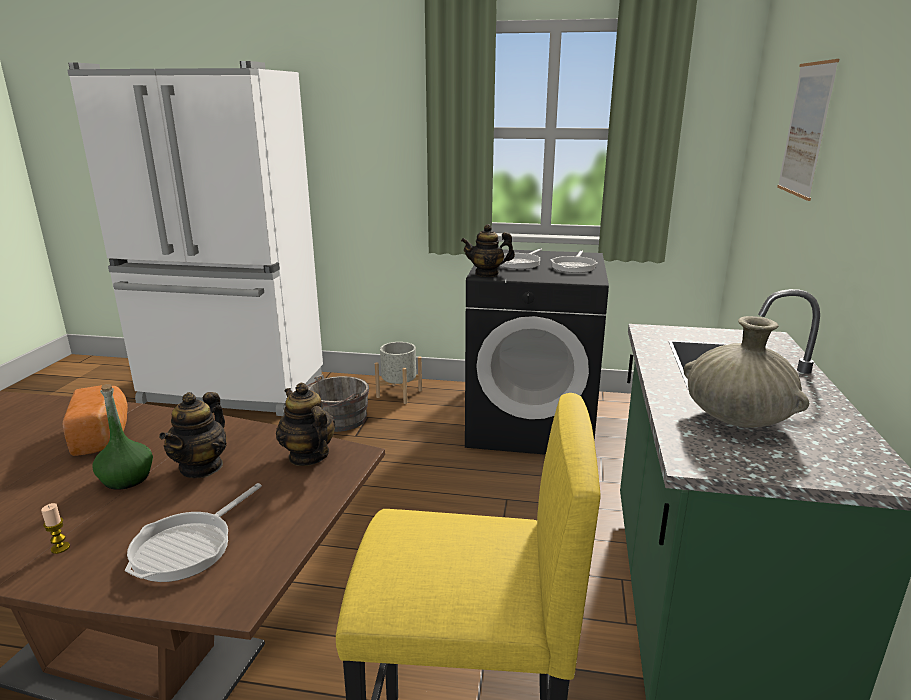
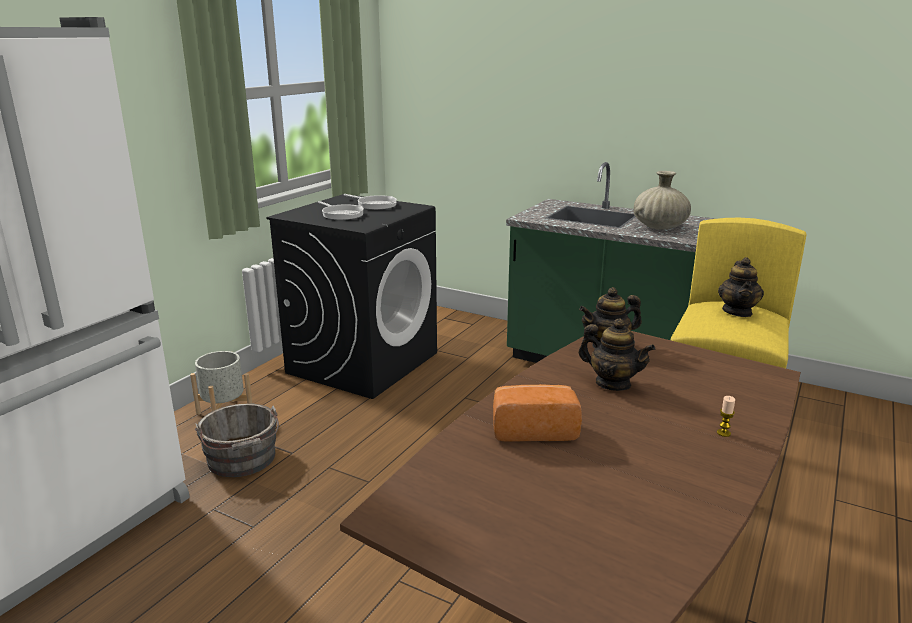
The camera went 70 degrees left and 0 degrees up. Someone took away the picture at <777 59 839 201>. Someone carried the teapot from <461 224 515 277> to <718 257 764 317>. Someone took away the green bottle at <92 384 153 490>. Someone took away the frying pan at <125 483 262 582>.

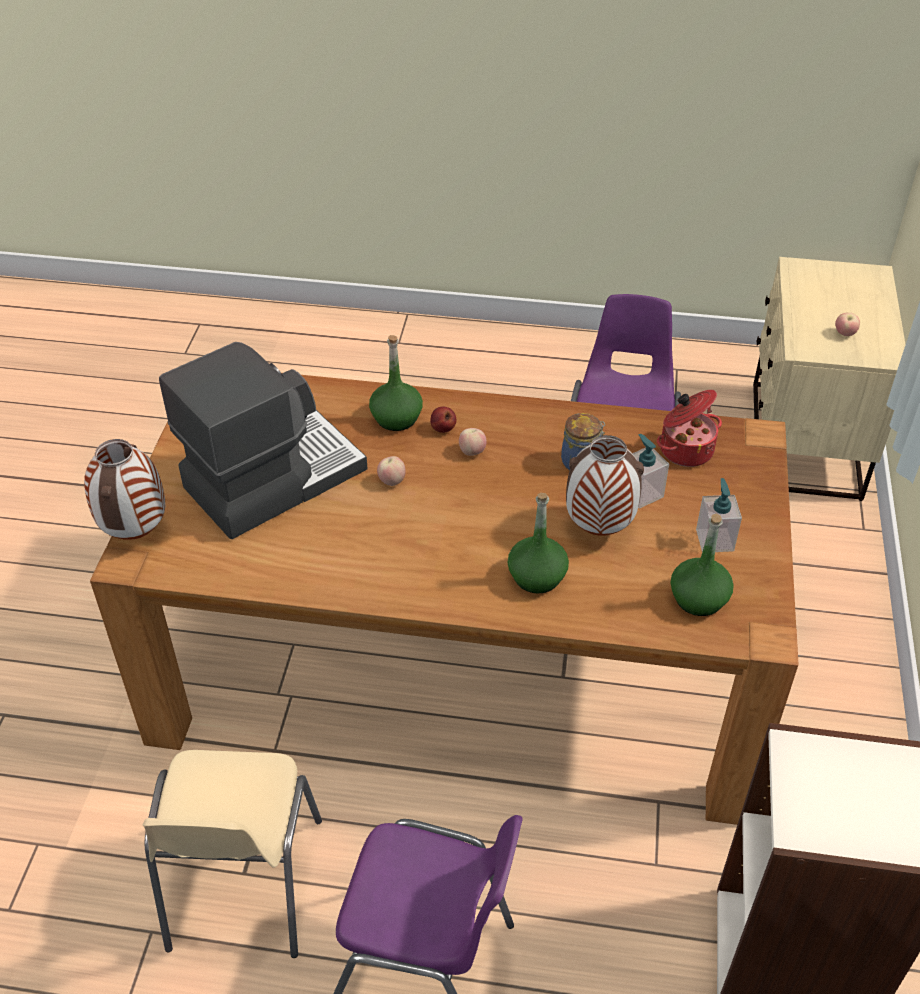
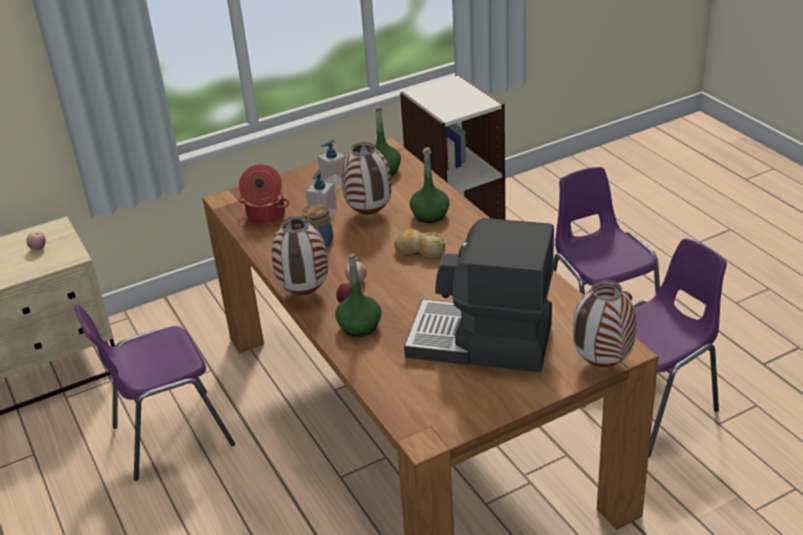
The camera went 125 degrees left and 10 degrees down. Someone took away the apple at <377 456 406 486>. Someone repainted the beige chair at <143 750 322 958>, which became the purple chair at <584 238 727 458>. Someone put down the vase at <272 216 328 295>. Someone put down the bread at <394 229 446 259>.

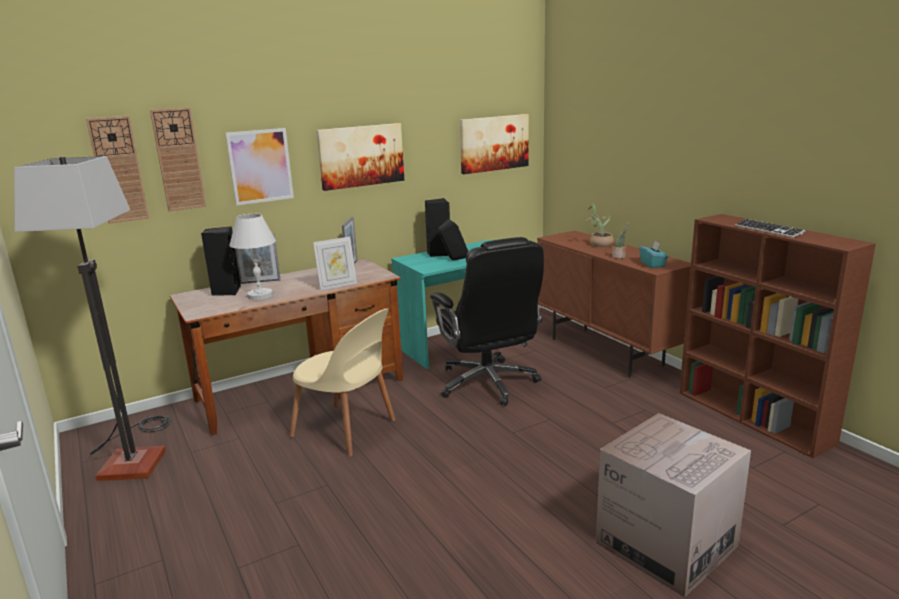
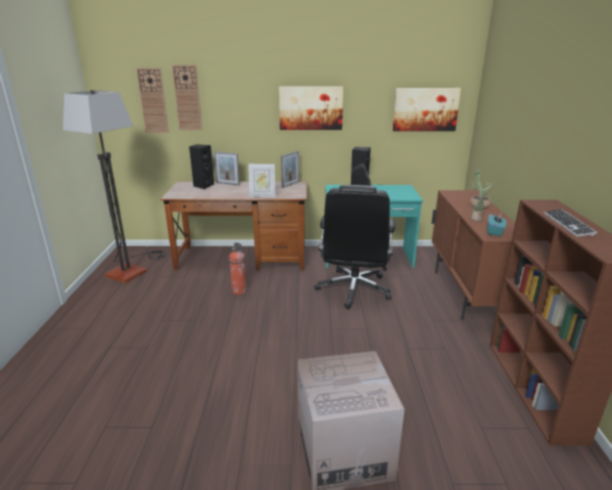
The camera went 30 degrees right and 5 degrees up. Someone took away the picture at <225 128 294 206>. Someone took away the white table lamp at <229 213 276 300>. Someone swapped the beige chair at <289 308 396 457> for the fire extinguisher at <229 243 247 295>.

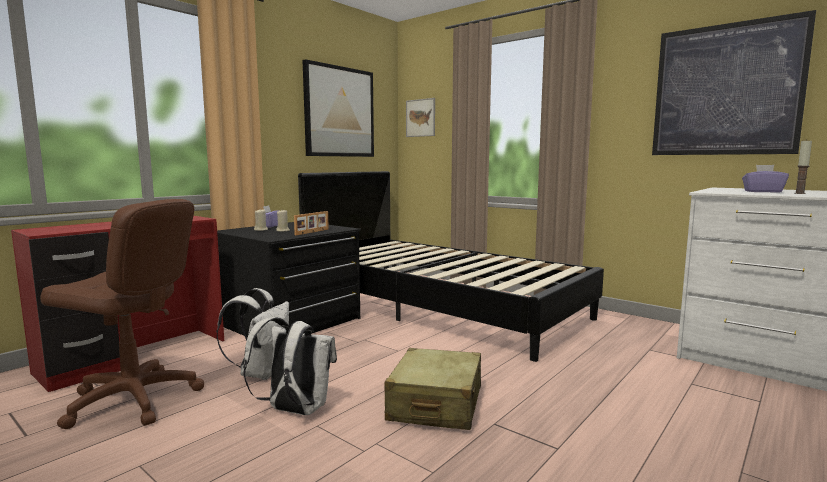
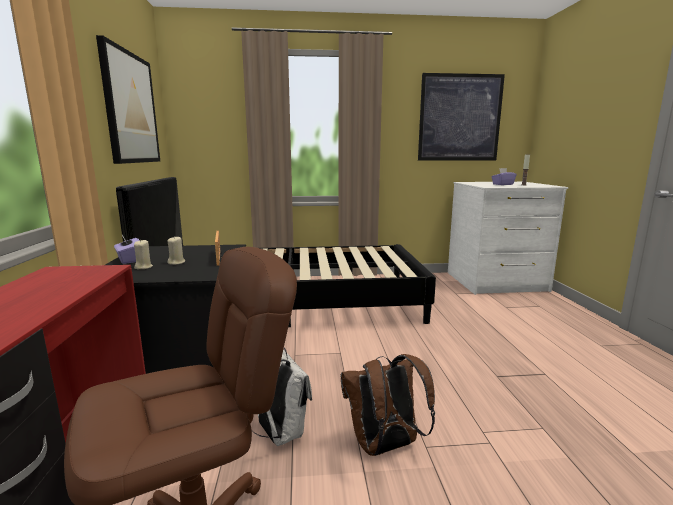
The camera went 45 degrees left and 5 degrees up. Someone took away the picture at <406 98 435 137>. Someone repainted the white backpack at <243 317 337 415>, which became the brown backpack at <341 354 435 456>. Someone took away the beige suitcase at <384 348 481 430>.

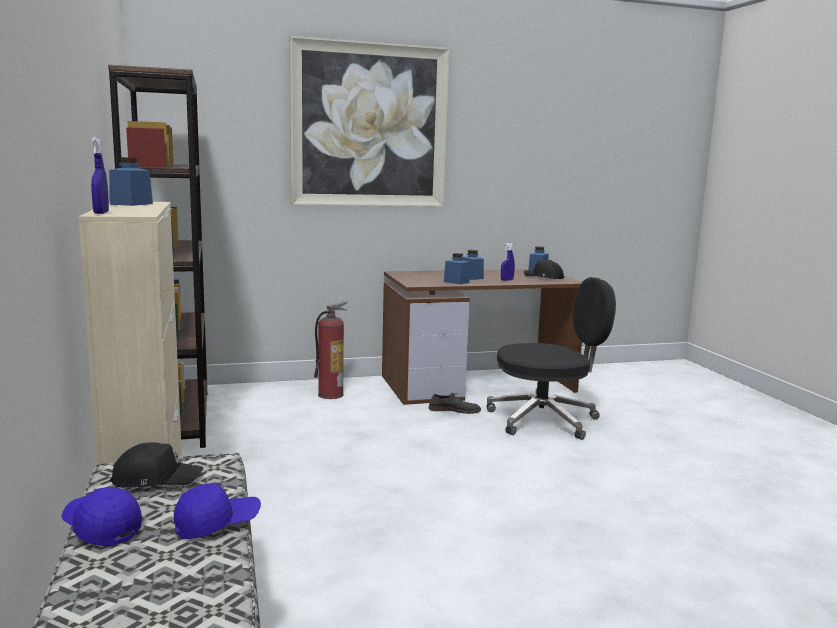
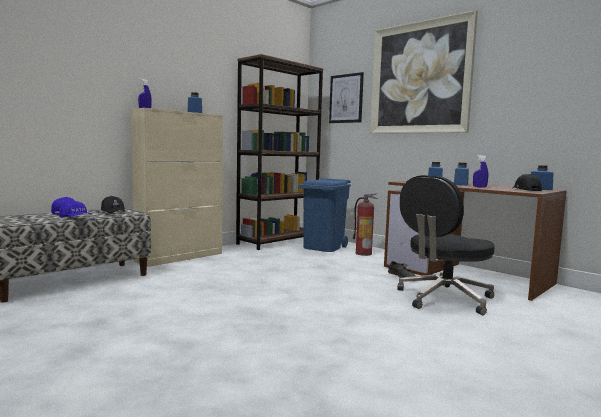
The camera went 60 degrees right and 5 degrees down. Someone rotated the black office chair at <487 277 616 440> by 90 degrees clockwise. Someone put up the picture at <329 72 364 123>. Someone put down the blue trash can at <298 178 351 252>.

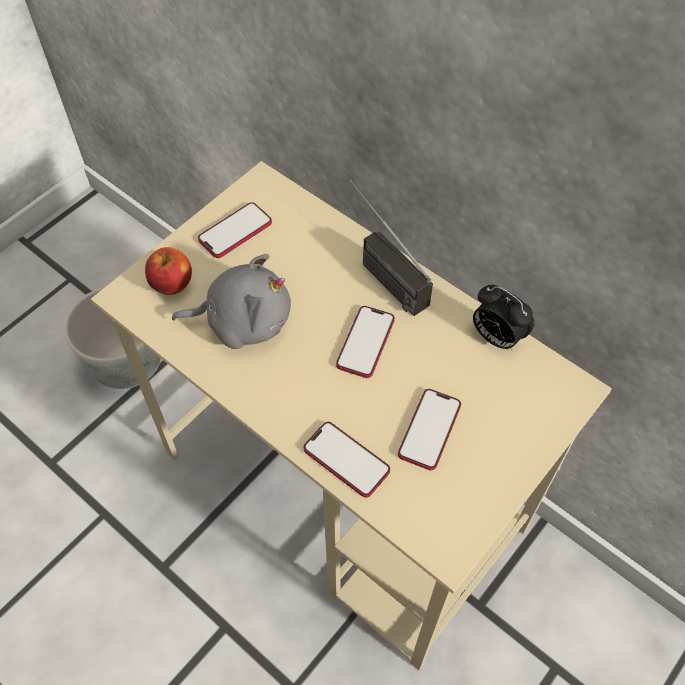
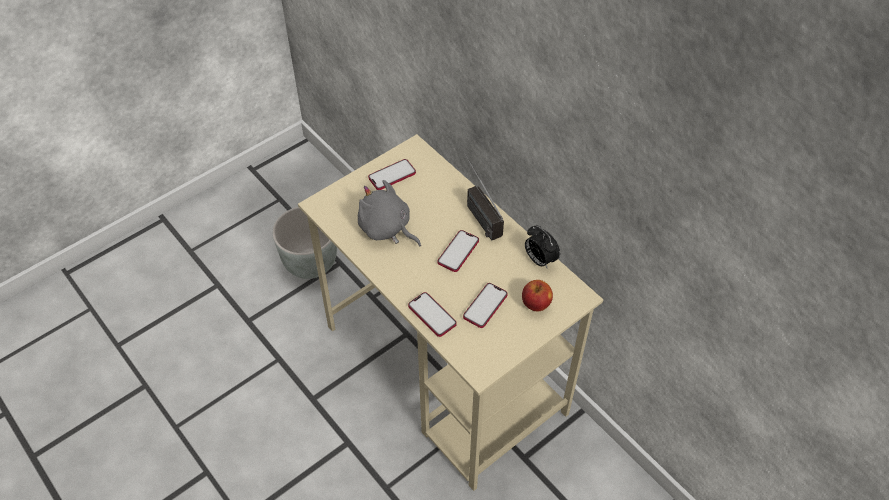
The camera went 10 degrees right and 5 degrees down. Someone carried the apple from <145 247 192 295> to <522 280 553 311>. Someone rotated the grey plush toy at <172 254 291 349> by 150 degrees counterclockwise.

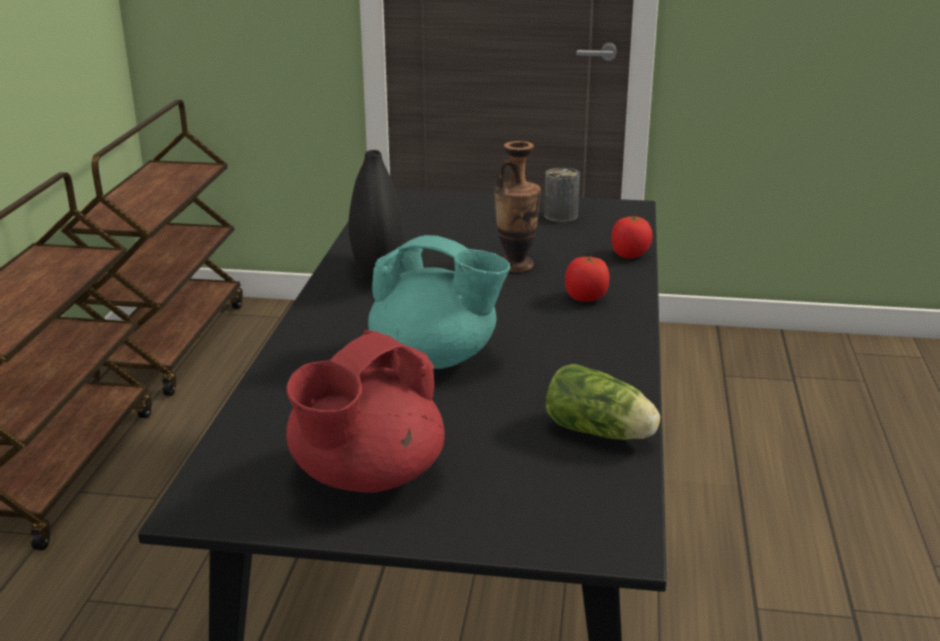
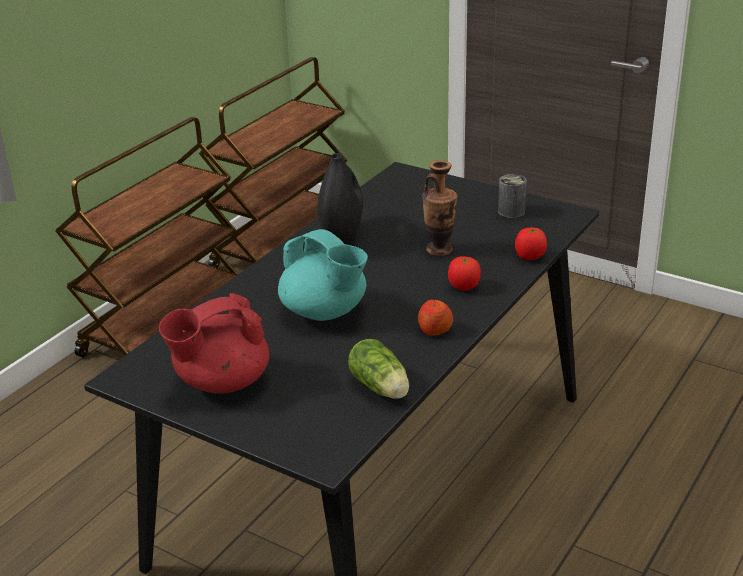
The camera went 25 degrees right and 5 degrees up. Someone put down the apple at <418 300 453 336>.

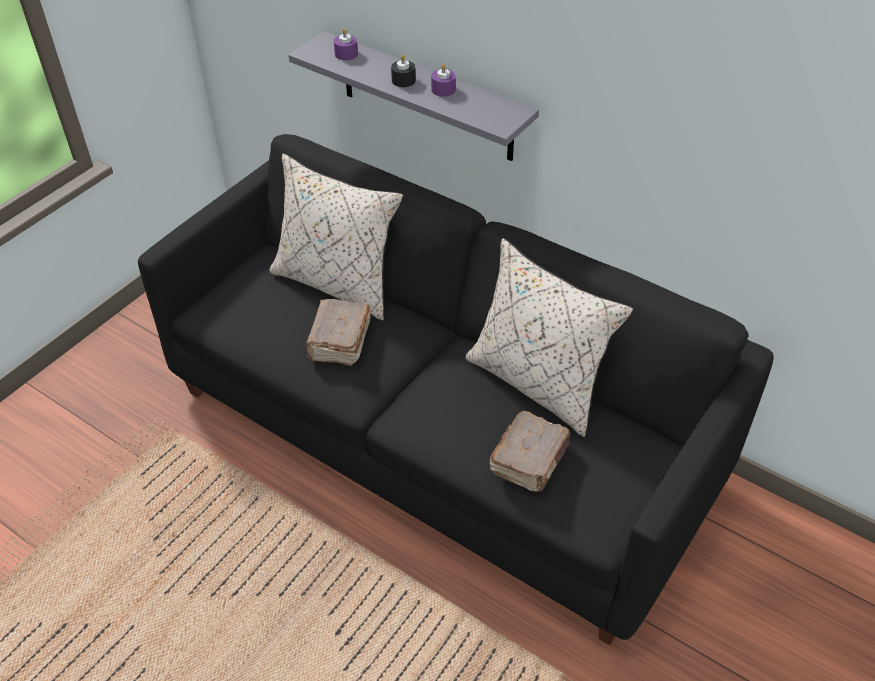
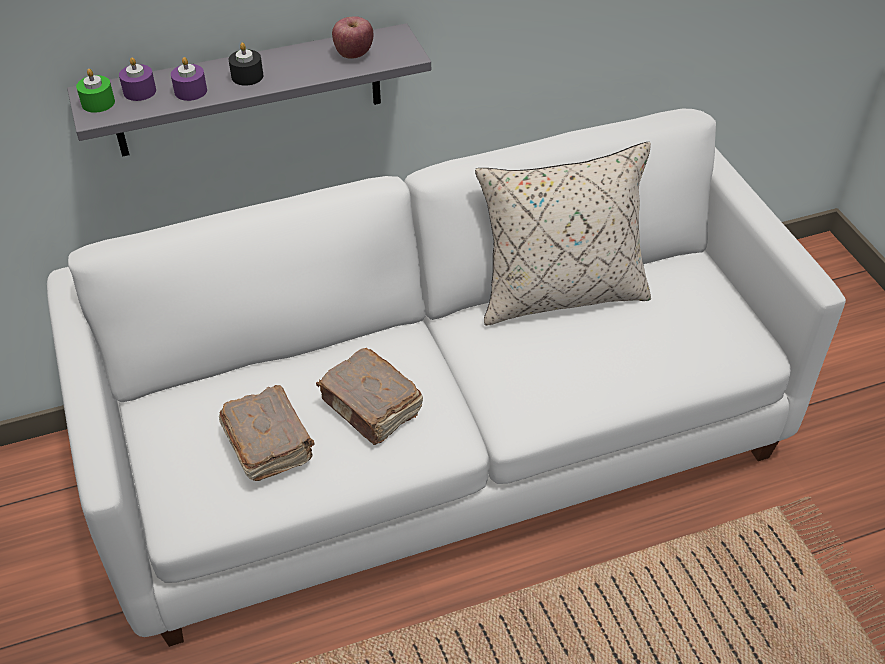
The camera went 55 degrees left and 0 degrees up. Someone carried the purple candle from <431 64 456 97> to <171 57 207 101>. Someone repainted the black sofa at <138 134 774 645>, which became the white sofa at <47 109 846 647>. Someone took away the beige pillow at <270 153 403 321>. Someone carried the brown book from <490 411 570 492> to <219 385 315 481>. Someone put down the apple at <332 16 373 59>. Someone put down the green candle at <76 69 115 113>.

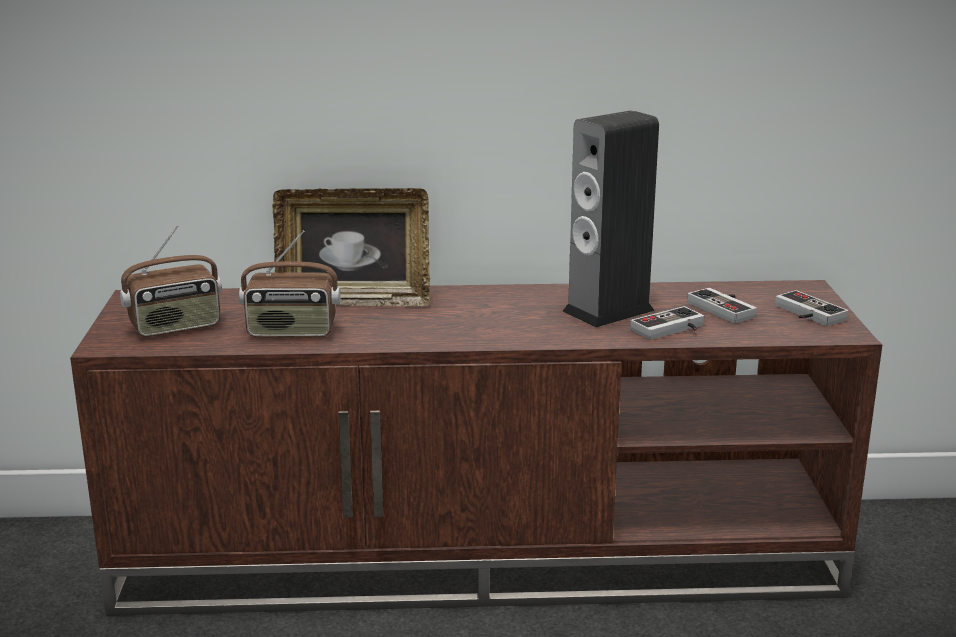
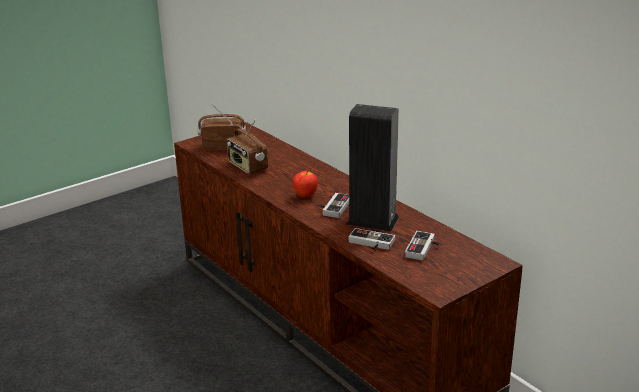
The camera went 55 degrees right and 5 degrees up. Someone took away the picture frame at <272 188 430 307>. Someone rotated the radio at <120 225 222 337> by 150 degrees clockwise. Someone carried the game controller from <775 290 848 326> to <319 193 349 218>. Someone put down the apple at <293 171 318 198>.

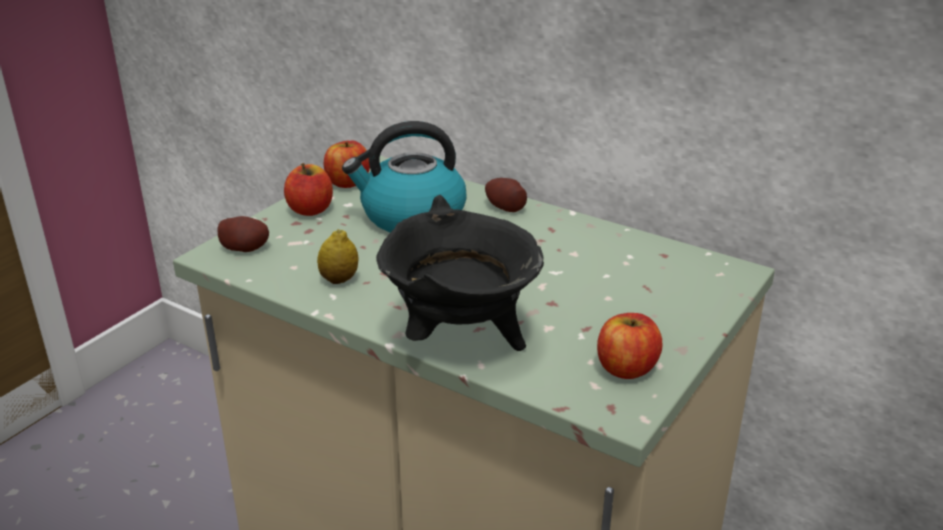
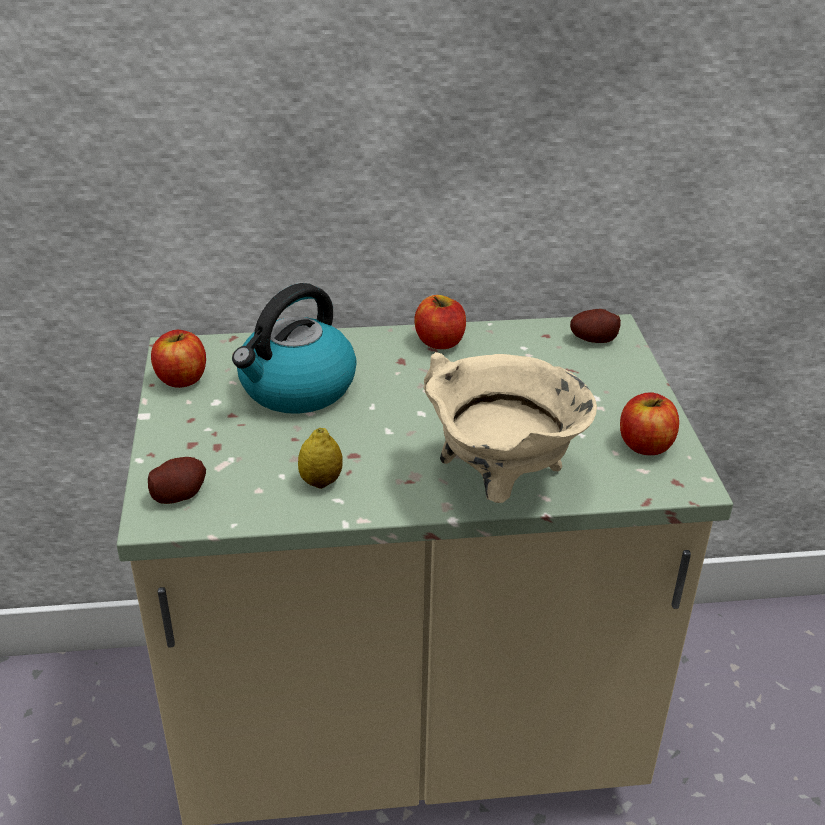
The camera went 40 degrees left and 5 degrees up. Someone carried the apple from <284 163 333 216> to <414 295 466 349>. Someone carried the potato from <485 178 527 212> to <570 309 621 343>. Someone repainted the black cooking pot at <376 195 544 351>, which became the beige cooking pot at <424 352 597 503>.

